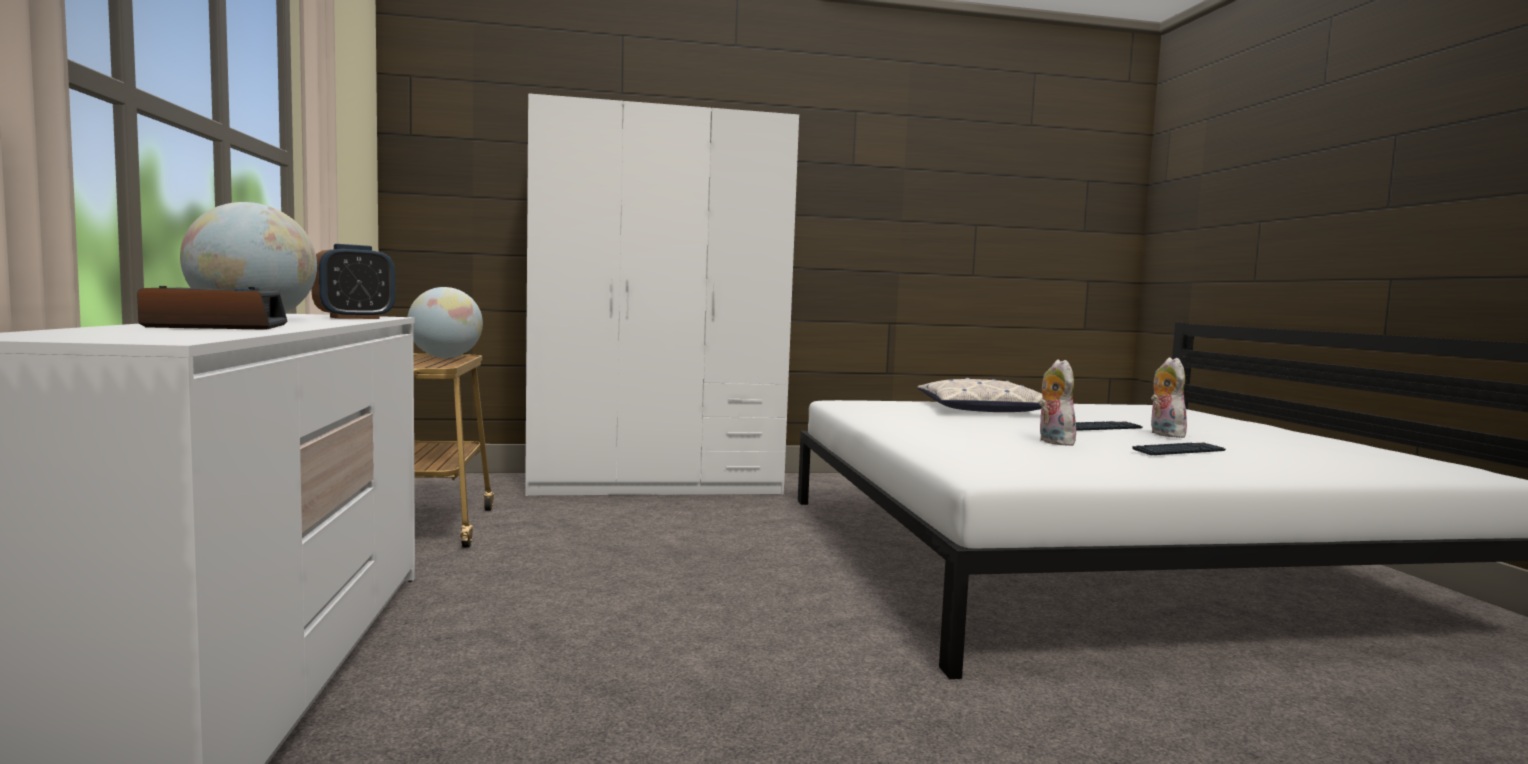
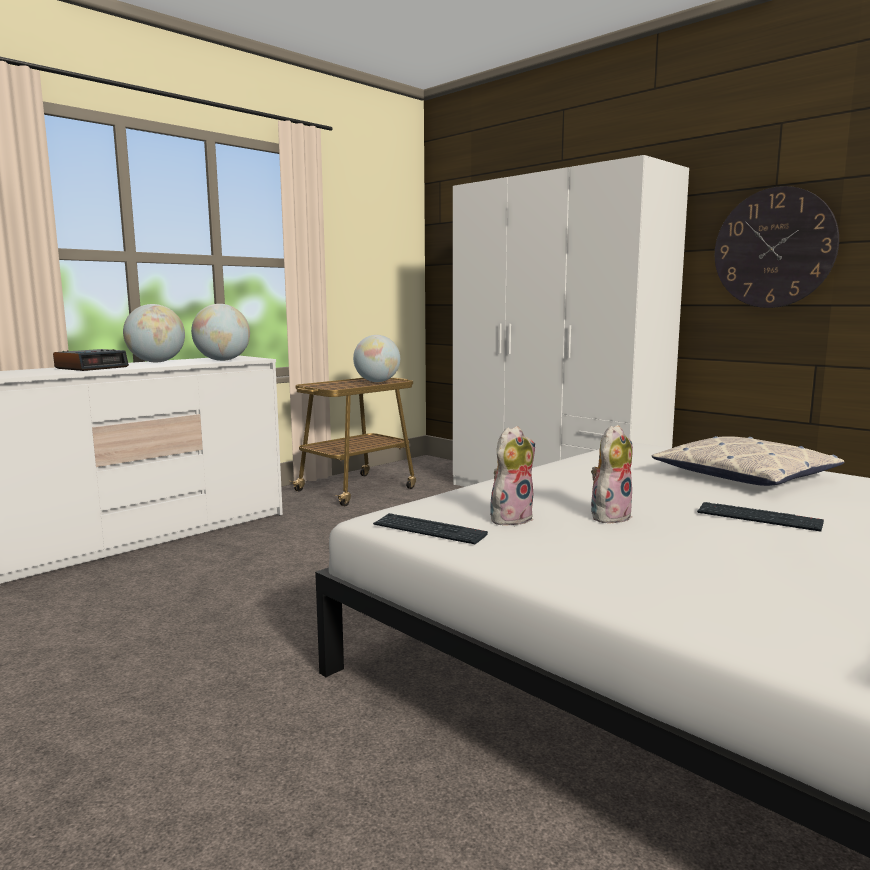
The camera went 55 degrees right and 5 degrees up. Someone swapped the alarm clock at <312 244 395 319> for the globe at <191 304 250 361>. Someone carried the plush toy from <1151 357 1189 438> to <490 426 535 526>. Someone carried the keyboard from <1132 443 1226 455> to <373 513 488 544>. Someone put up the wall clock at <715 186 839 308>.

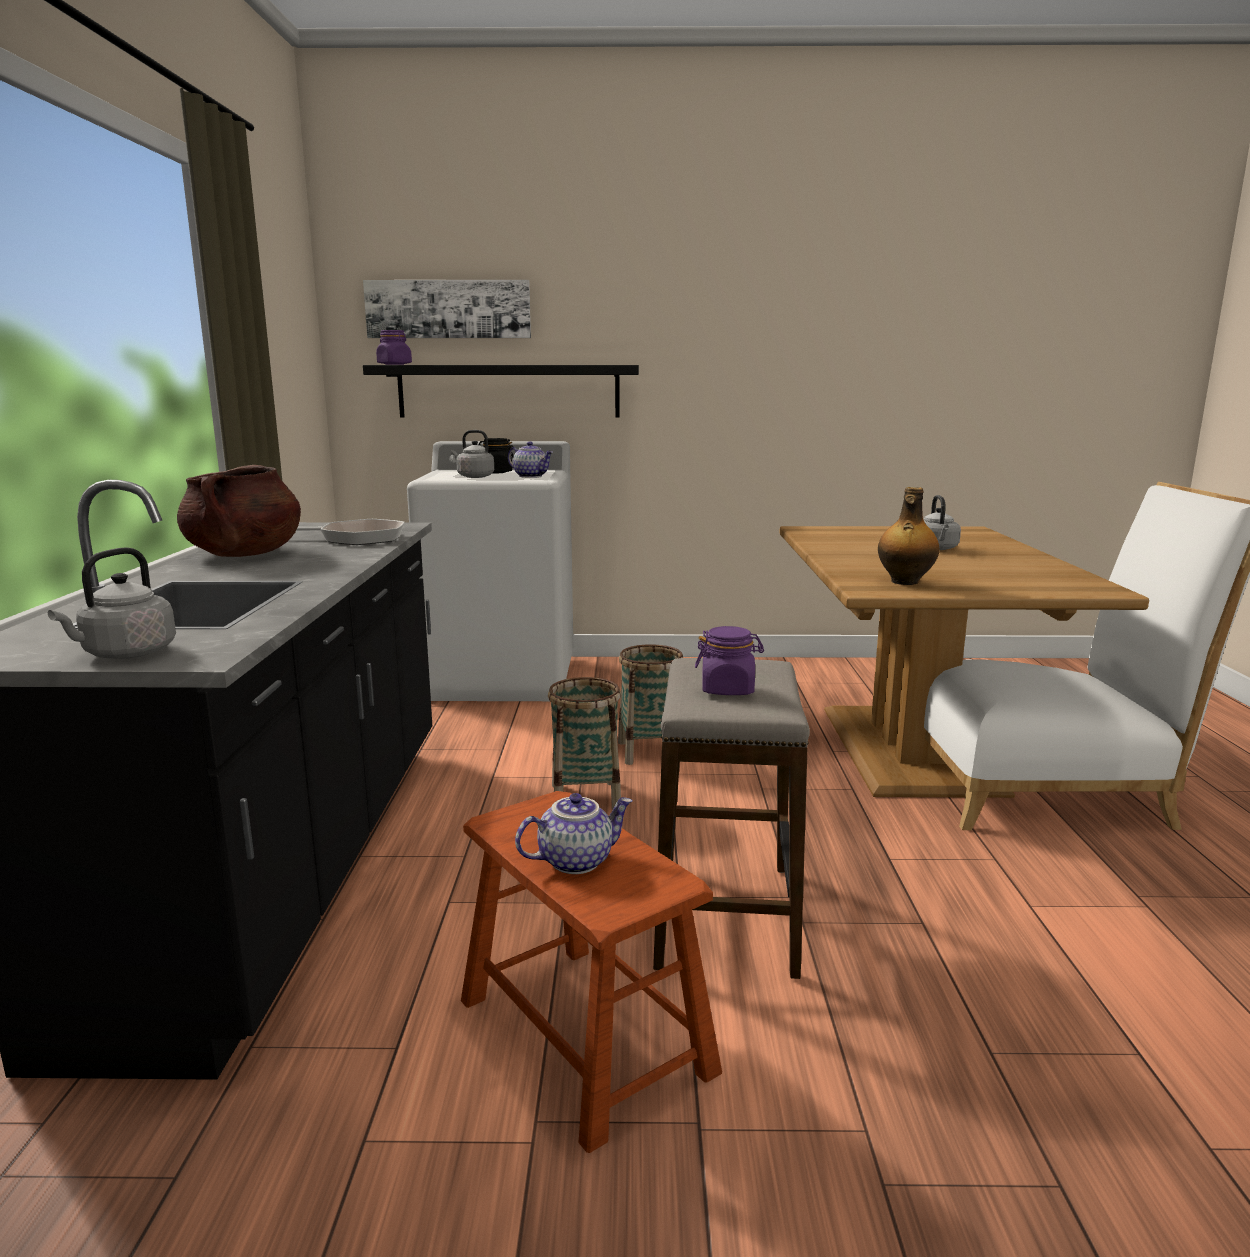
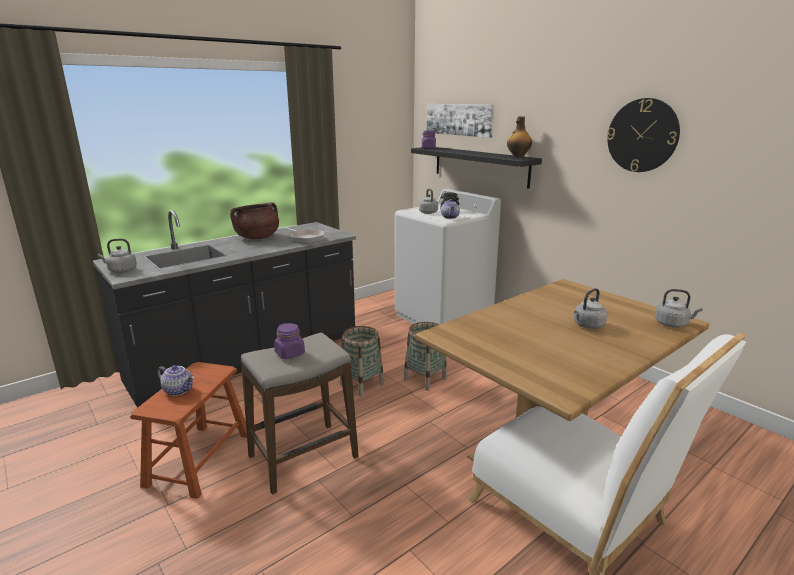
The camera went 50 degrees right and 5 degrees up. Someone carried the bottle from <878 487 940 585> to <507 116 532 158>. Someone put up the wall clock at <607 98 680 172>. Someone put down the grey kettle at <655 289 703 328>.

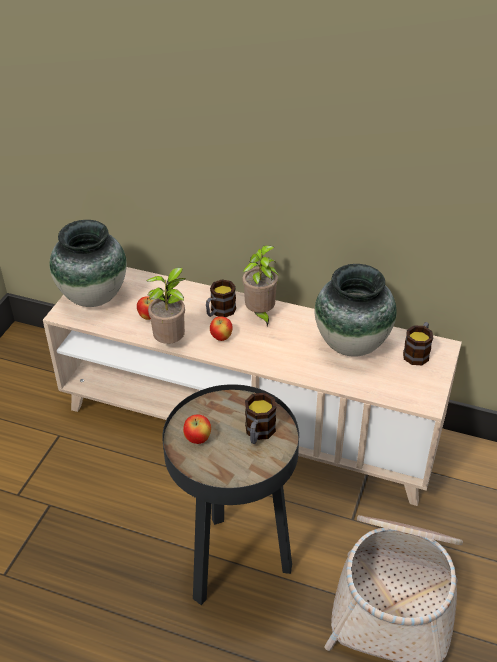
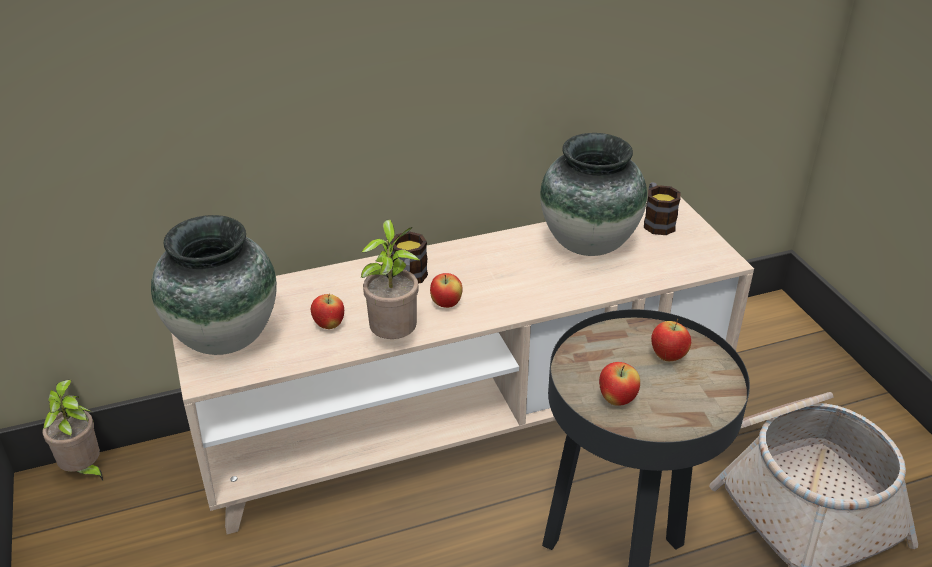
The camera went 40 degrees left and 5 degrees down. Someone carried the potted plant from <242 245 279 327> to <42 380 103 481>. Someone swapped the mug at <245 393 276 444> for the apple at <651 319 691 361>.

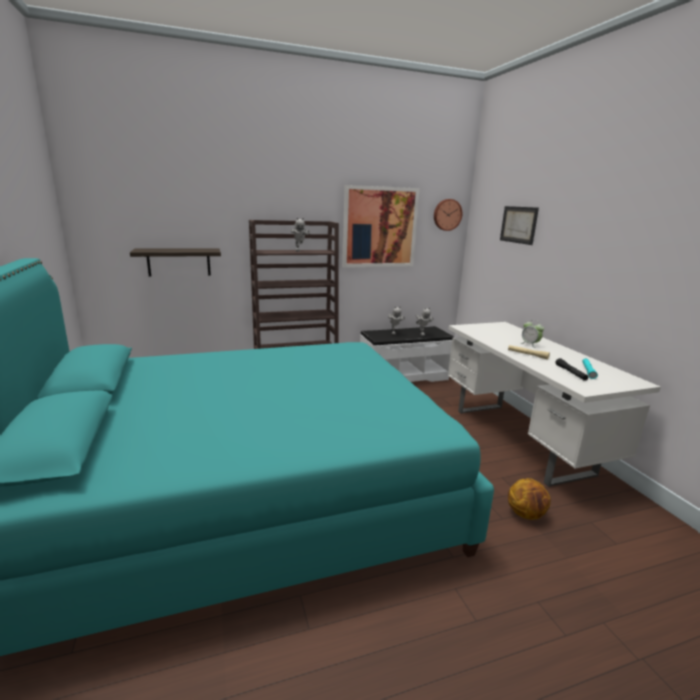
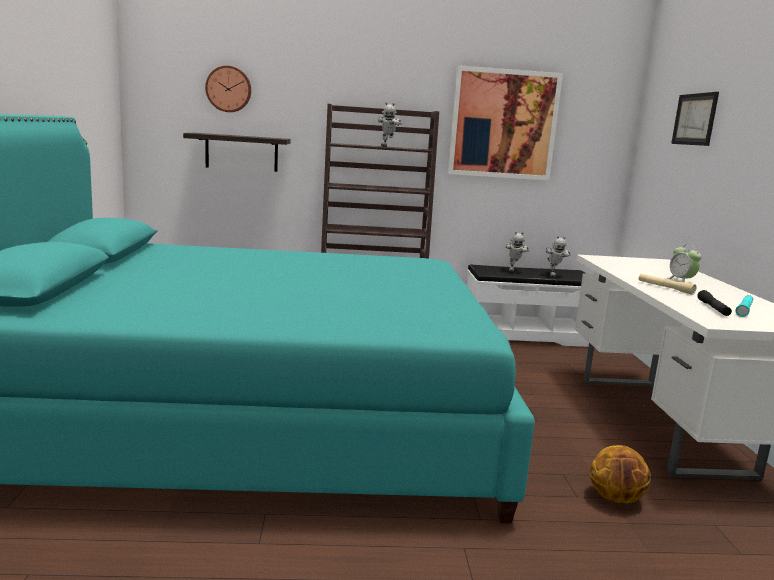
The camera went 15 degrees right and 5 degrees down. Someone carried the wall clock from <434 199 462 231> to <205 66 251 112>.

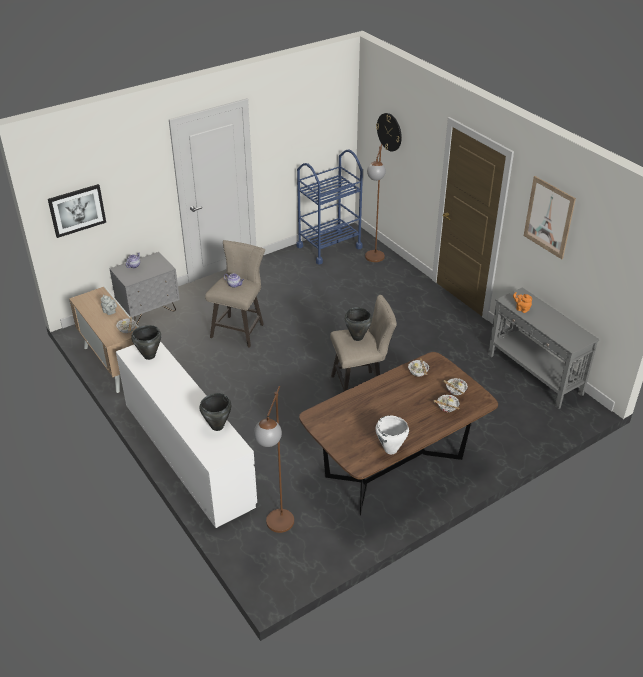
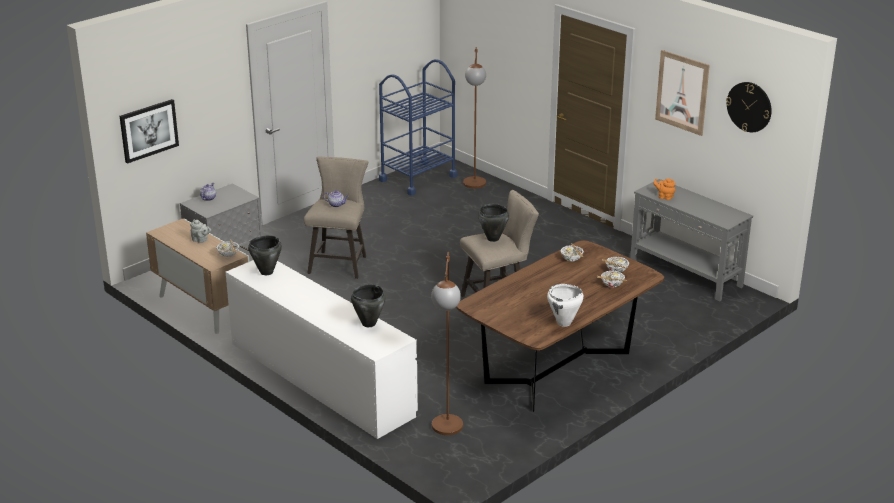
The camera went 10 degrees left and 10 degrees down. Someone carried the wall clock from <376 113 402 151> to <726 82 772 132>.

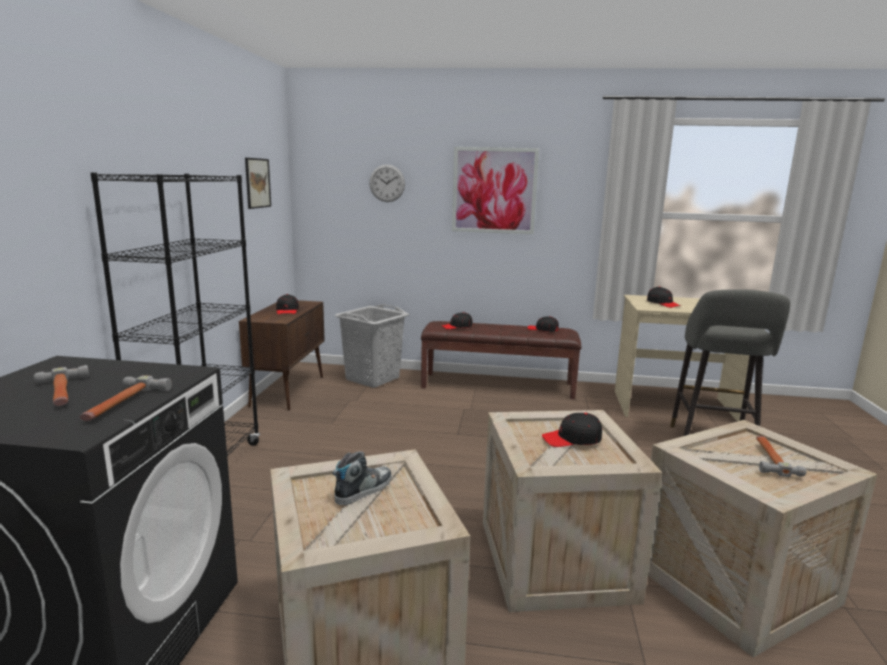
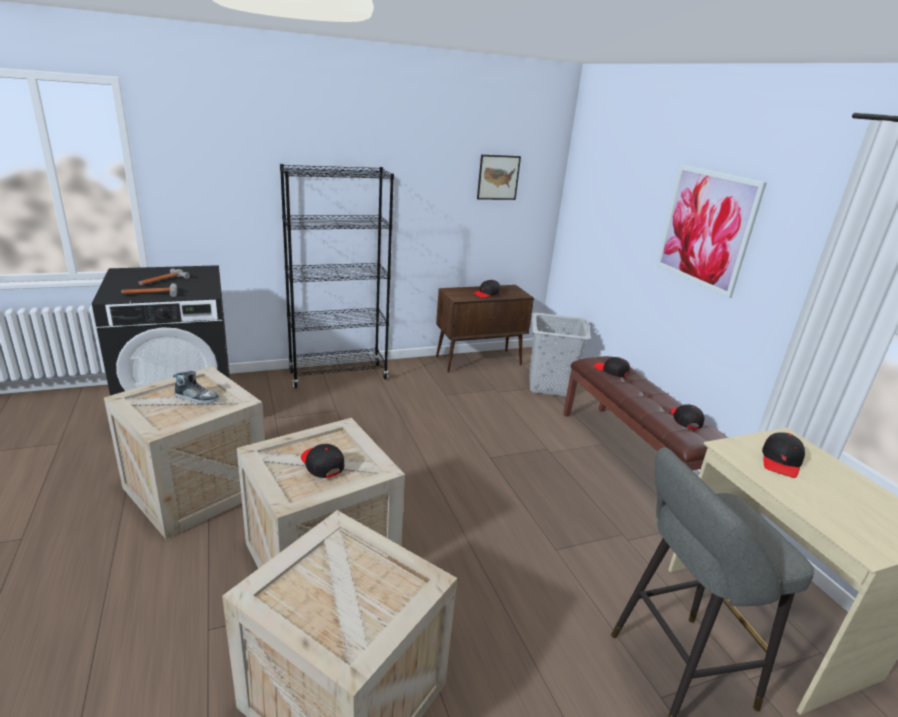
The camera went 60 degrees right and 10 degrees up. Someone took away the wall clock at <369 164 405 202>. Someone took away the hammer at <756 436 806 477>.

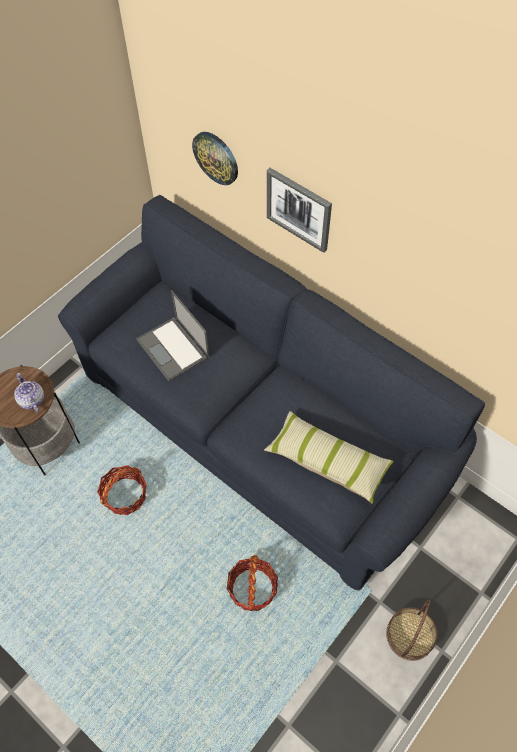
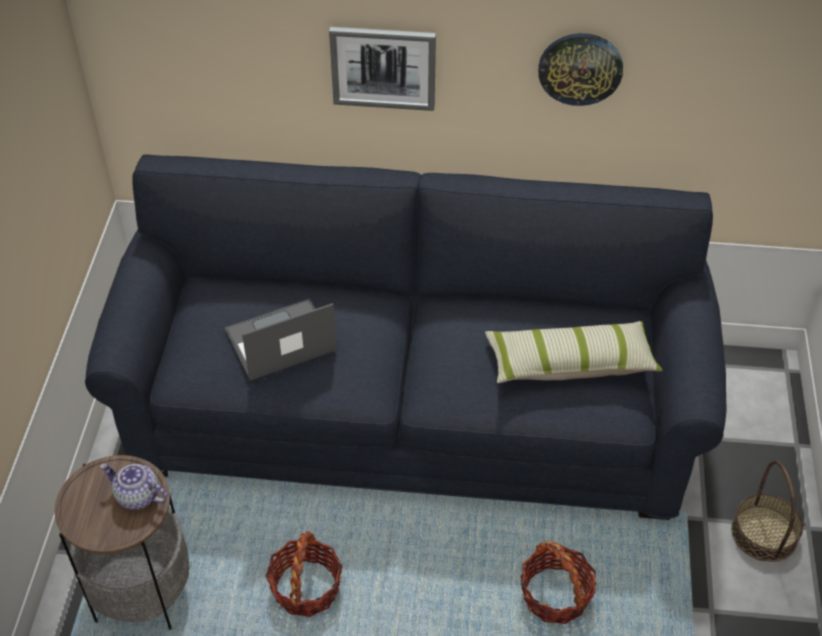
The camera went 35 degrees left and 10 degrees down. Someone carried the wall clock from <192 132 238 185> to <538 33 623 106>. Someone rotated the laptop at <136 290 210 382> by 135 degrees clockwise.

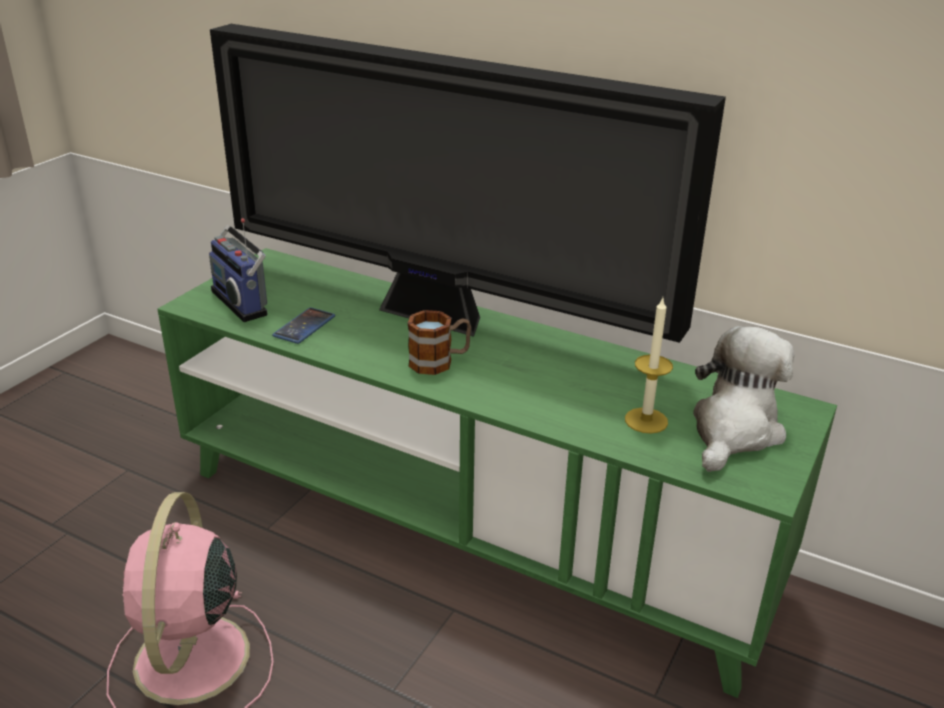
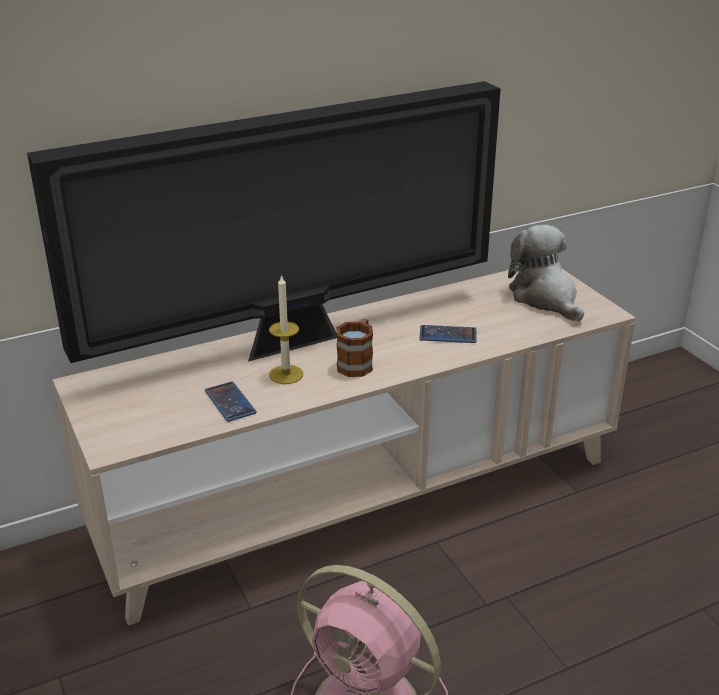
The camera went 55 degrees left and 0 degrees up. Someone took away the radio at <209 218 268 322>. Someone repainted the green tv stand at <158 248 837 698>, which became the beige tv stand at <53 269 636 626>. Someone carried the candle from <625 298 673 434> to <269 274 303 384>. Someone put down the phone at <419 325 476 343>.

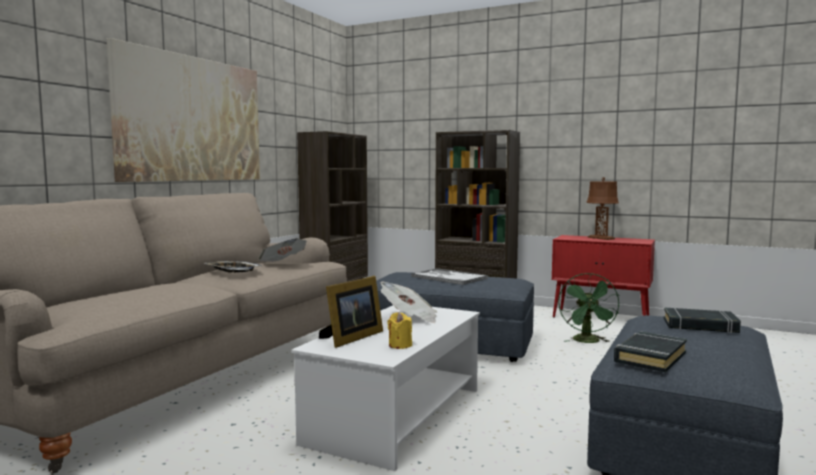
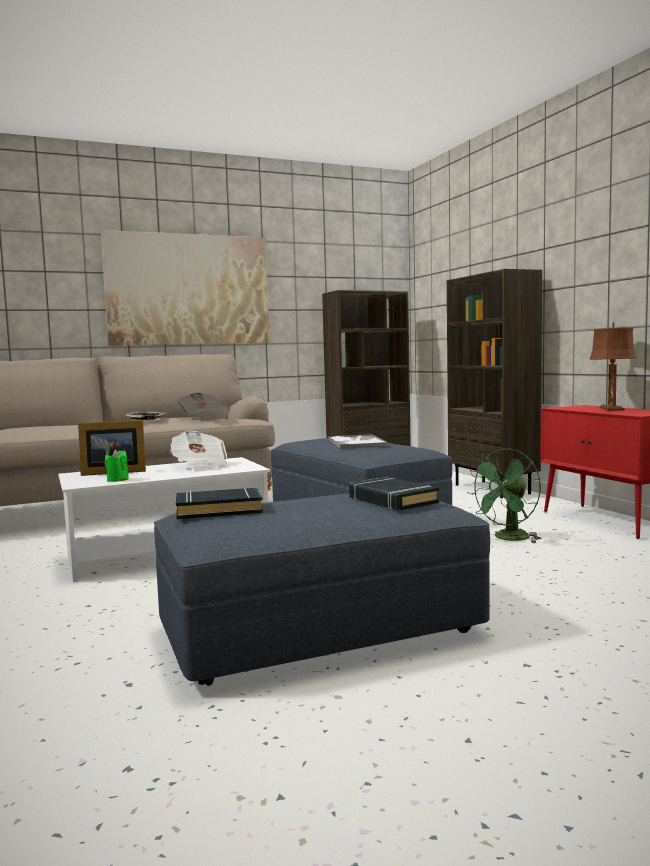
The camera went 40 degrees right and 0 degrees up. Someone repainted the yellow candle at <387 312 412 349>, which became the green candle at <105 450 129 482>.

